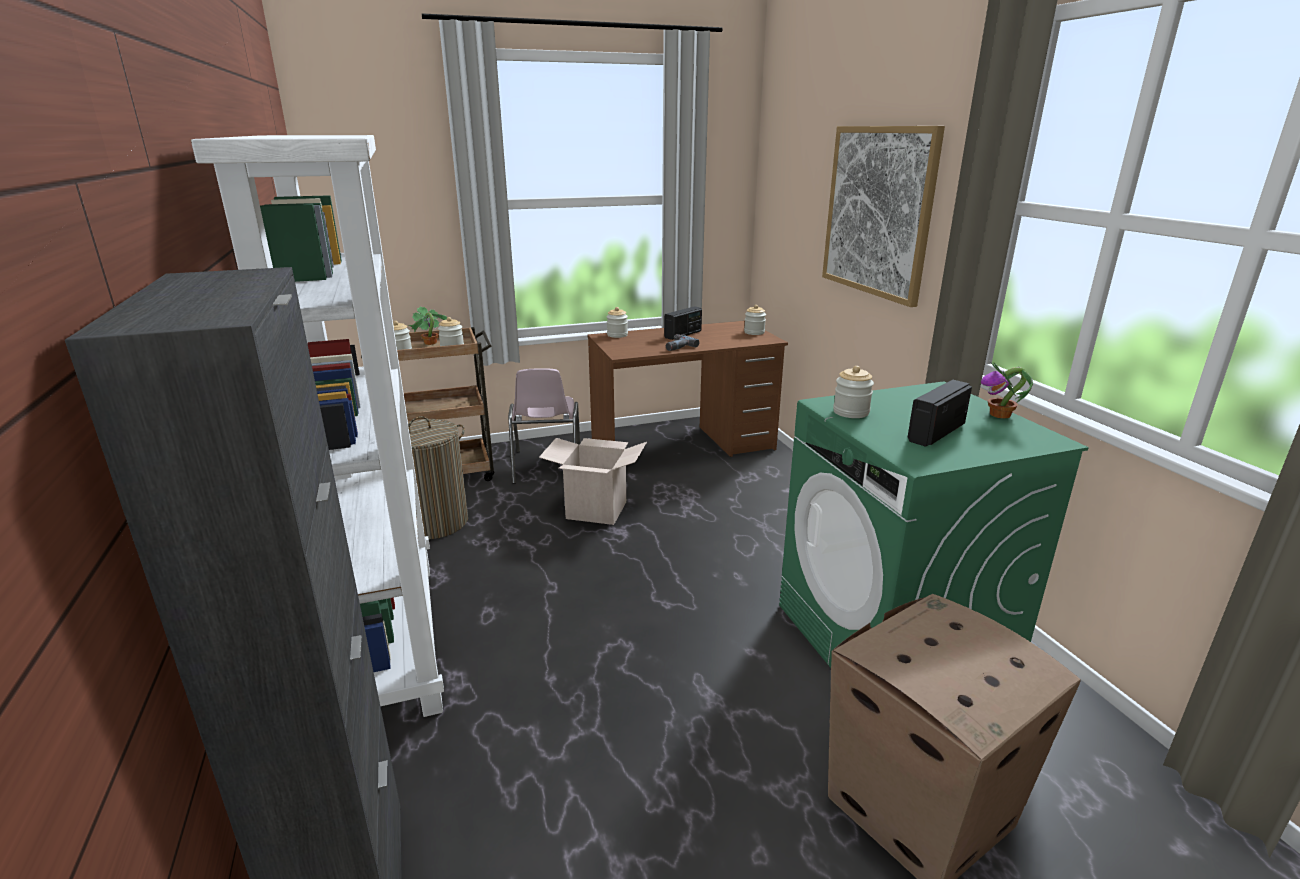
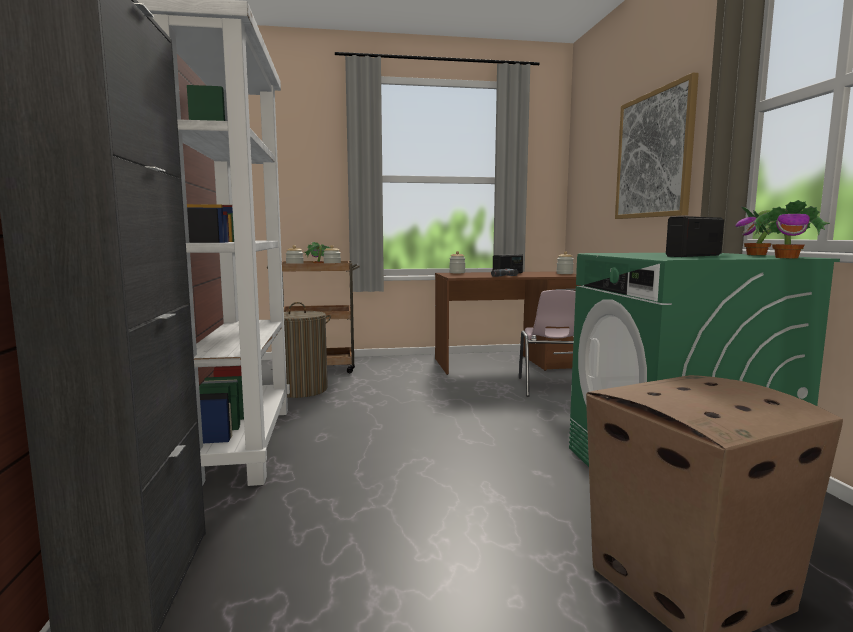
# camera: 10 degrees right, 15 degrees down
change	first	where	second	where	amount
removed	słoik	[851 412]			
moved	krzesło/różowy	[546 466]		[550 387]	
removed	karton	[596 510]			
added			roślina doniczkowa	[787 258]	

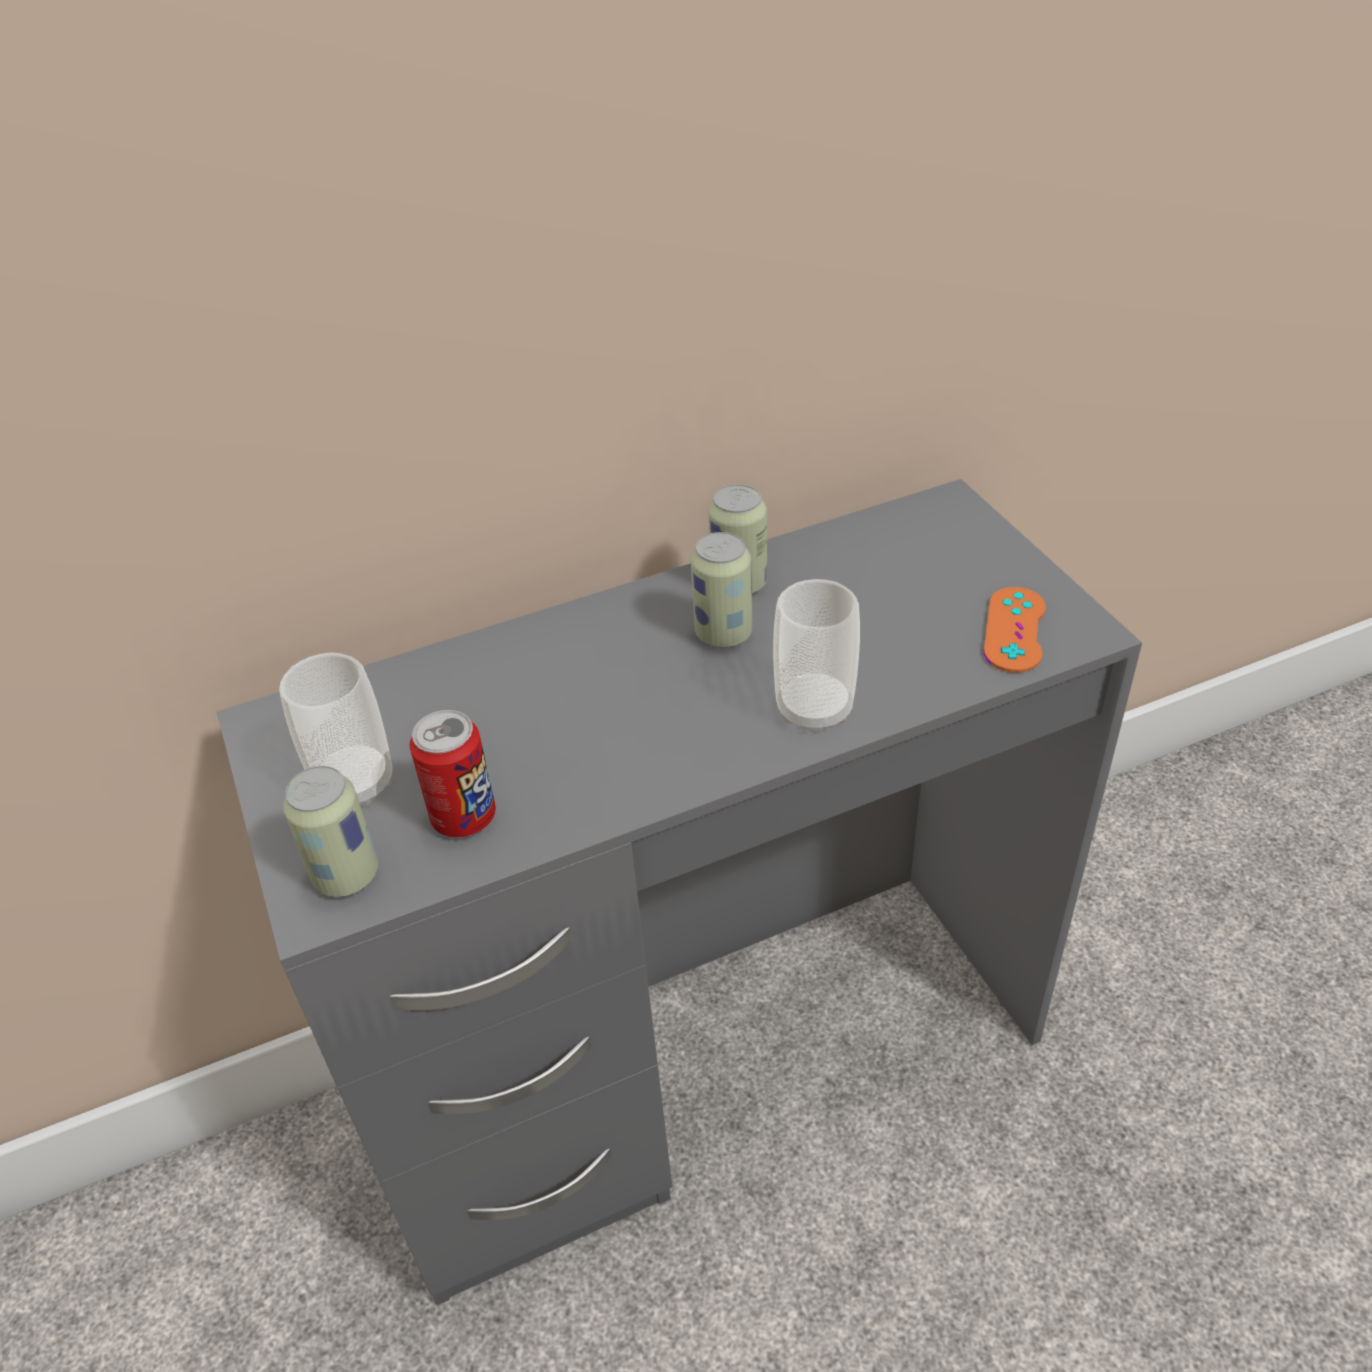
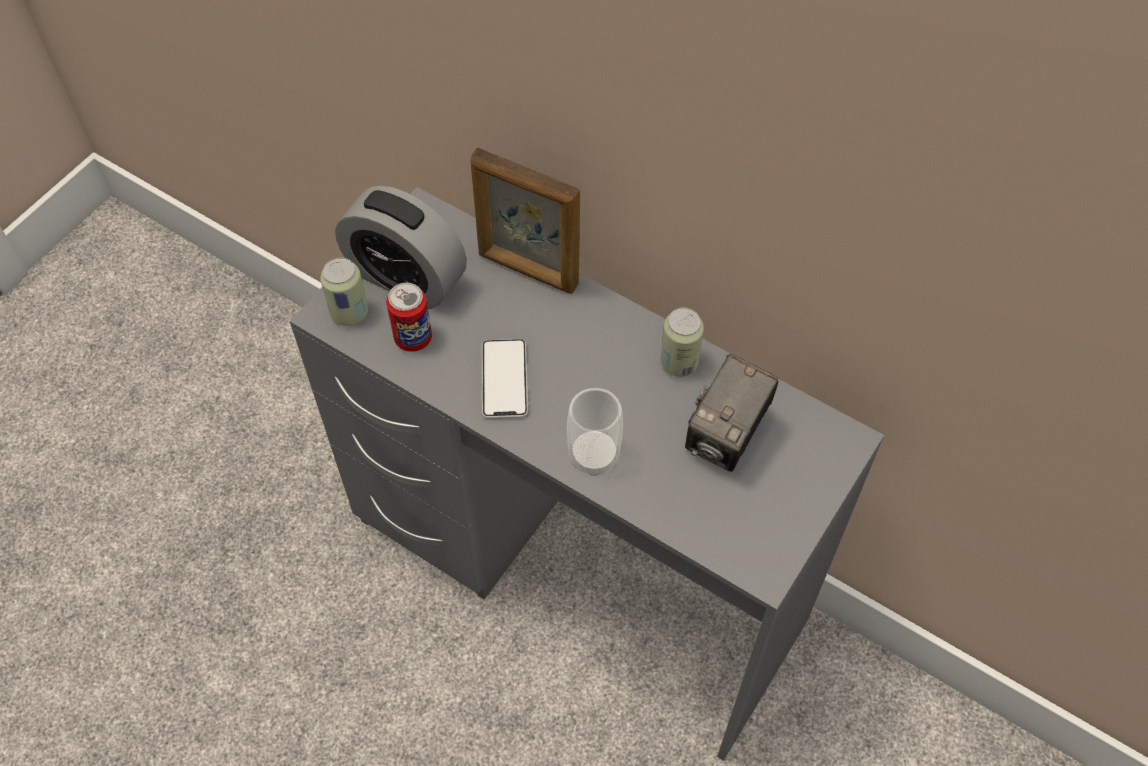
# camera: 55 degrees right, 15 degrees up
change	first	where	second	where	amount
removed	puszka	[723 633]			
removed	pad do gier/pomarańczowy	[1014 630]			
replaced	filiżanka	[355 783]	budzik	[406 278]	
added			ramka na zdjęcie	[527 270]	
added			telefon	[504 379]	
added			aparat fotograficzny	[726 436]	

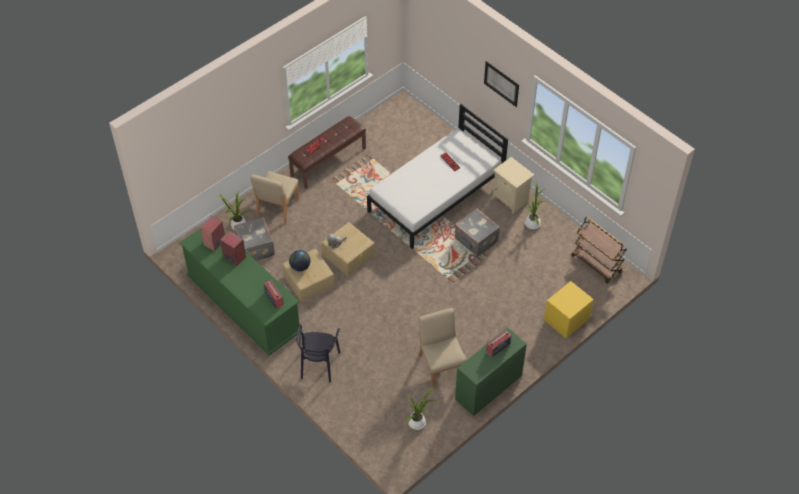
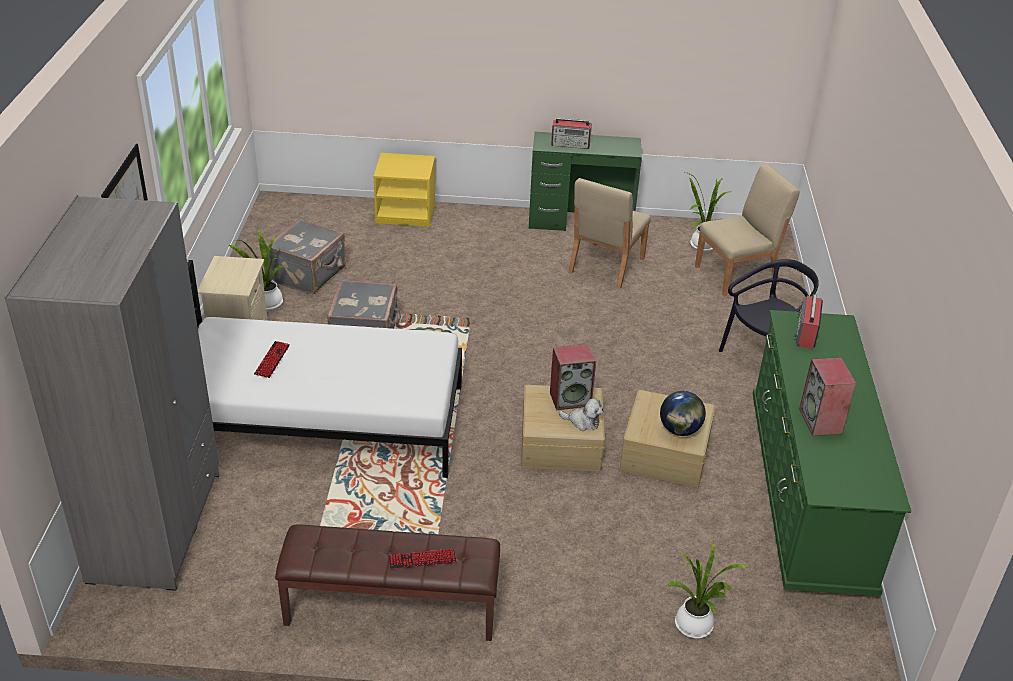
# camera: 135 degrees left, 15 degrees down
change	first	where	second	where	amount
moved	krzesło/beżowy	[277 207]		[737 275]	
moved	głośnik	[214 242]		[571 399]	
moved	walizka/szary	[255 248]		[309 274]	
removed	wózek/brązowy	[596 264]			
added			szafa/szary	[156 526]	

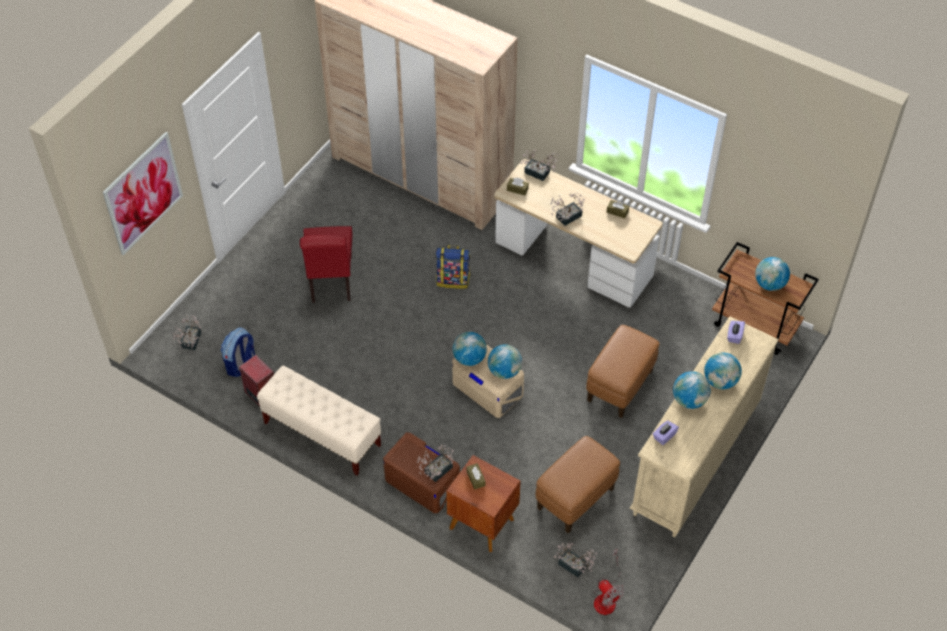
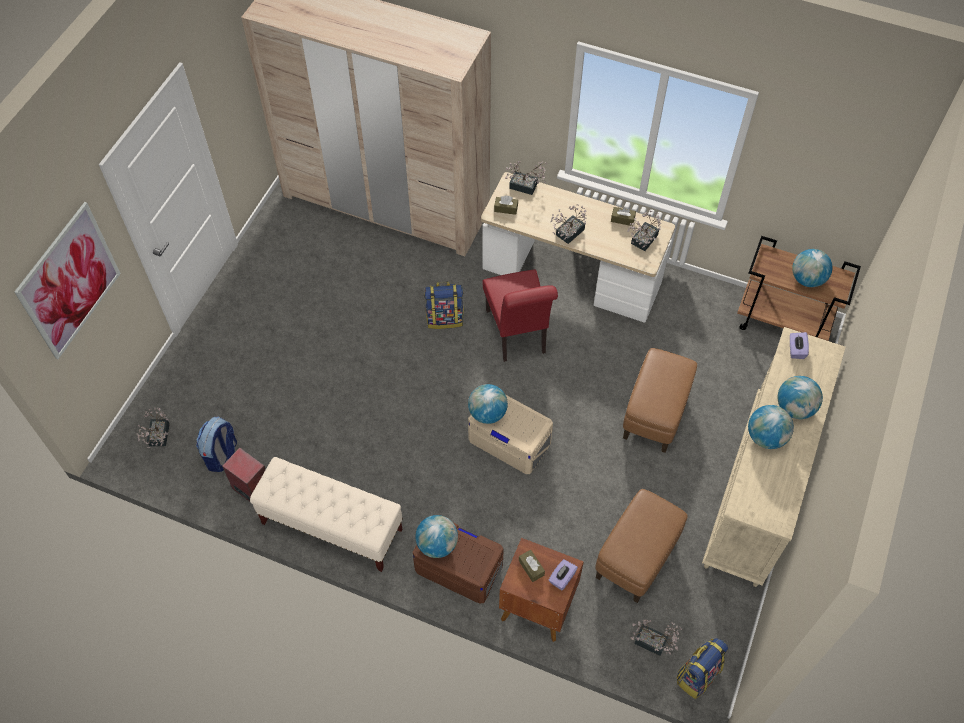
# camera: 10 degrees left, 5 degrees up
change	first	where	second	where	amount
moved	krzesło/czerwony	[331 282]		[517 335]	
moved	globus	[504 371]		[437 544]	
moved	pudełko chusteczek/fioletowy	[664 436]		[562 578]	
moved	roślina doniczkowa	[436 471]		[642 241]	
replaced	wentylator	[606 597]	plecak	[697 675]	

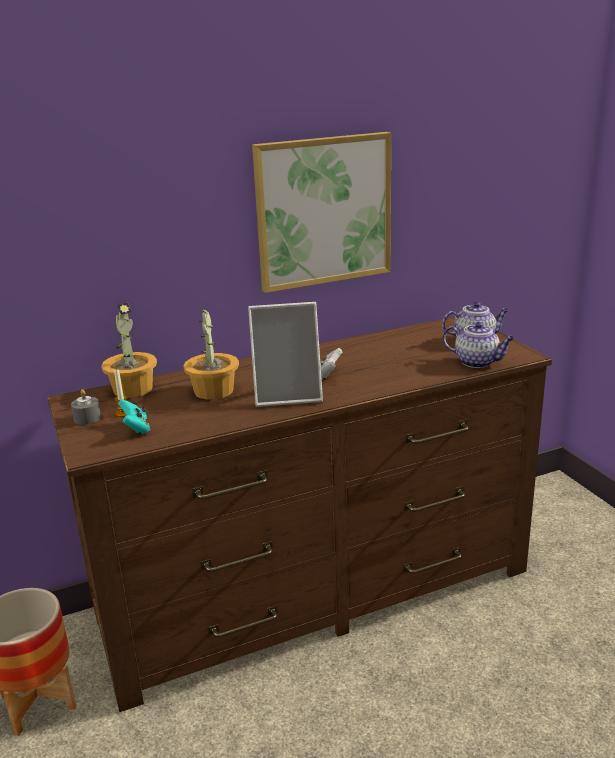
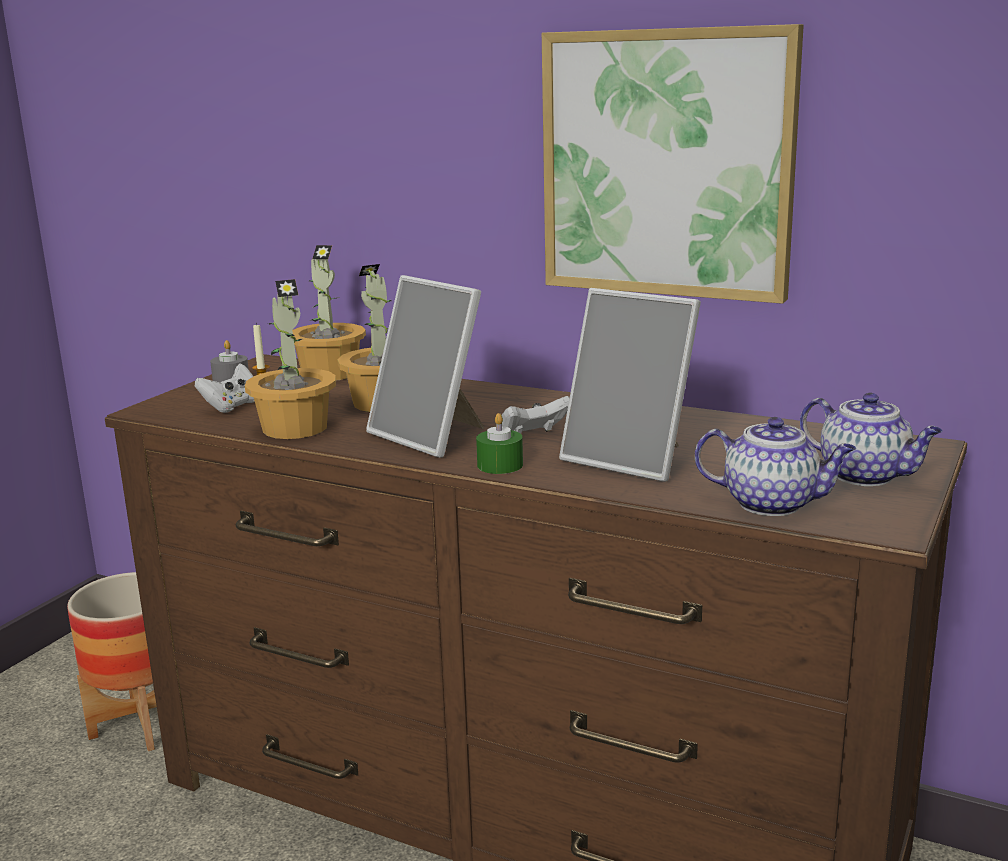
# camera: 50 degrees right, 5 degrees down
change	first	where	second	where	amount
turned	imbryk	[477 362]		[772 504]	60 degrees counterclockwise
recoloured	pad do gier/turkusowy	[136 428]	pad do gier/biały	[232 406]	
added			roślina doniczkowa	[295 427]	
added			ramka na zdjęcie	[632 459]	
added			świeca/zielony	[500 465]	

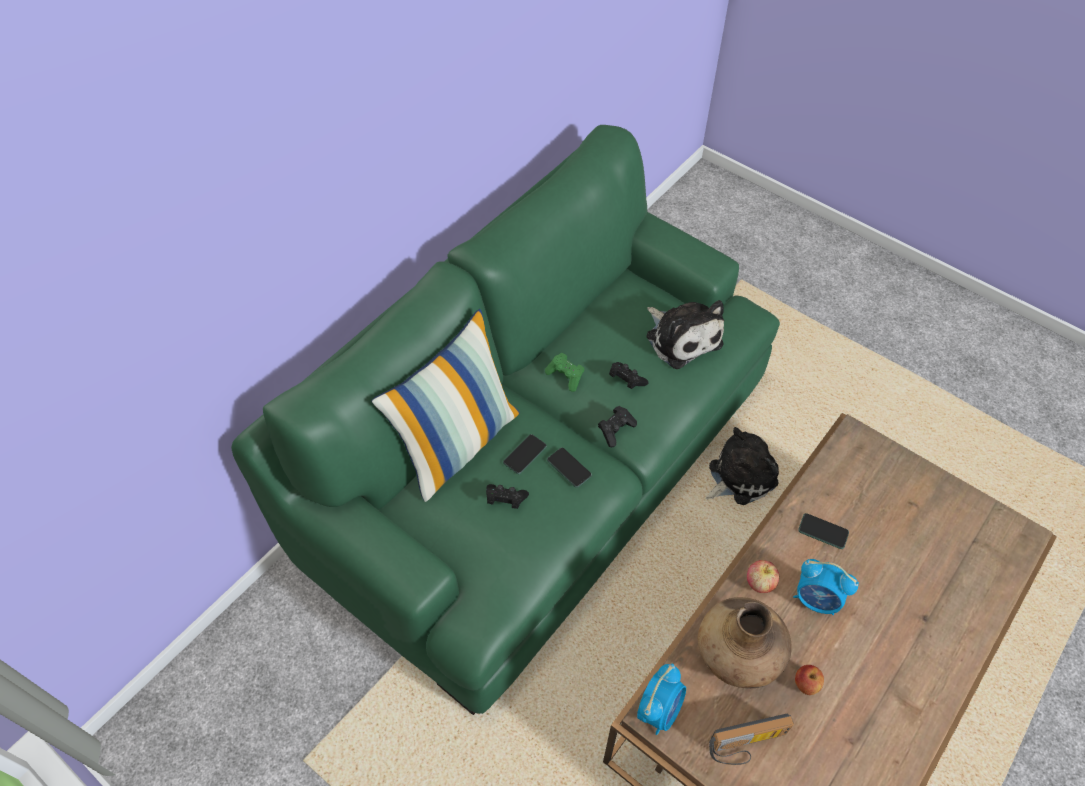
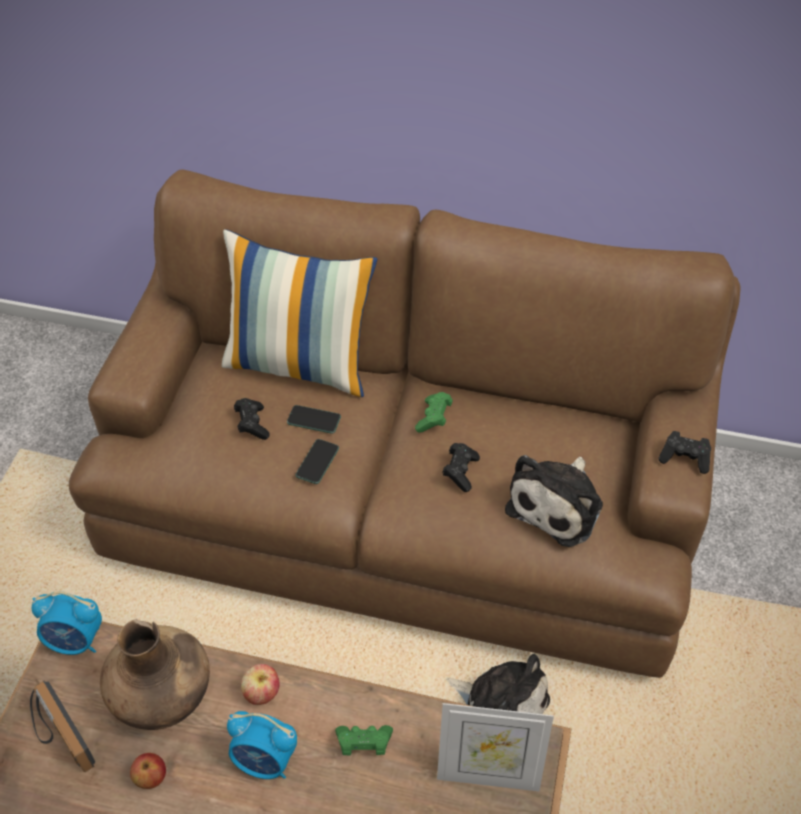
# camera: 65 degrees right, 5 degrees down
change	first	where	second	where	amount
recoloured	kanapa/zielony	[541 465]	kanapa/brązowy	[402 503]	
moved	pad do gier/czarny	[616 430]		[684 458]	
replaced	telefon	[823 531]	pad do gier/zielony	[363 744]	
turned	budzik	[816 599]		[265 761]	75 degrees counterclockwise
added			ramka na zdjęcie	[488 774]	

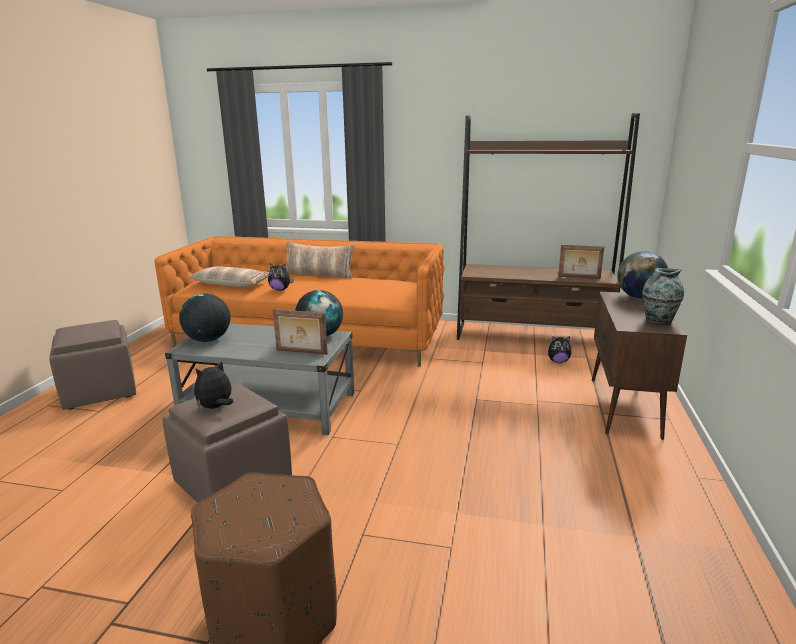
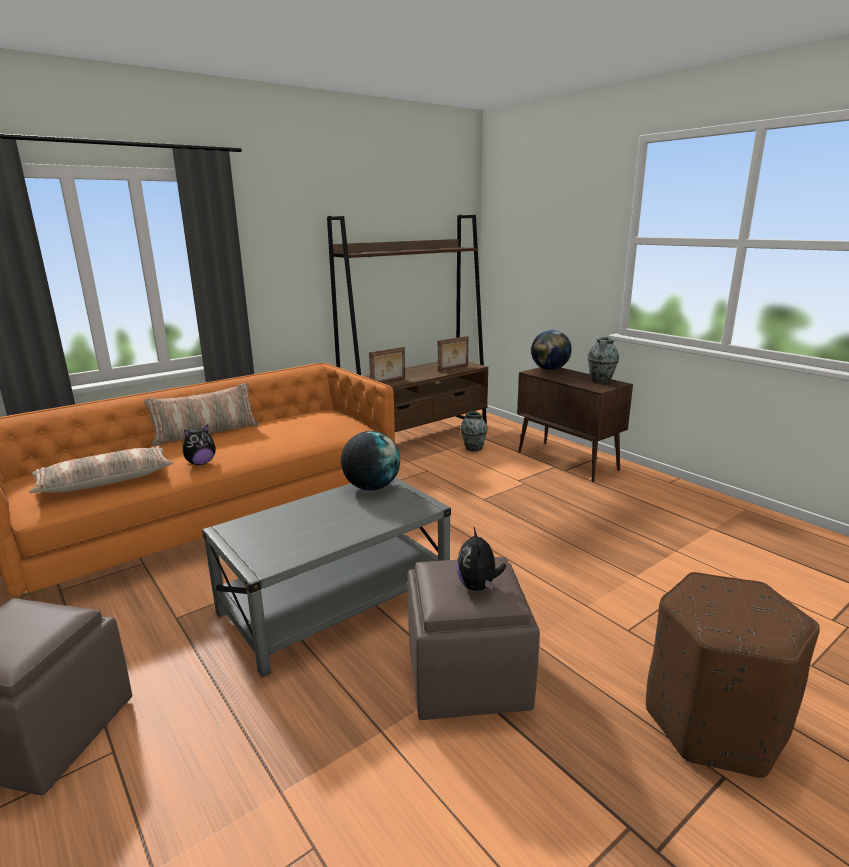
# camera: 50 degrees left, 0 degrees up
change	first	where	second	where	amount
removed	globus	[208 340]			
moved	ramka na zdjęcie	[301 352]		[388 382]	
replaced	pluszak	[558 361]	wazon	[473 448]	

